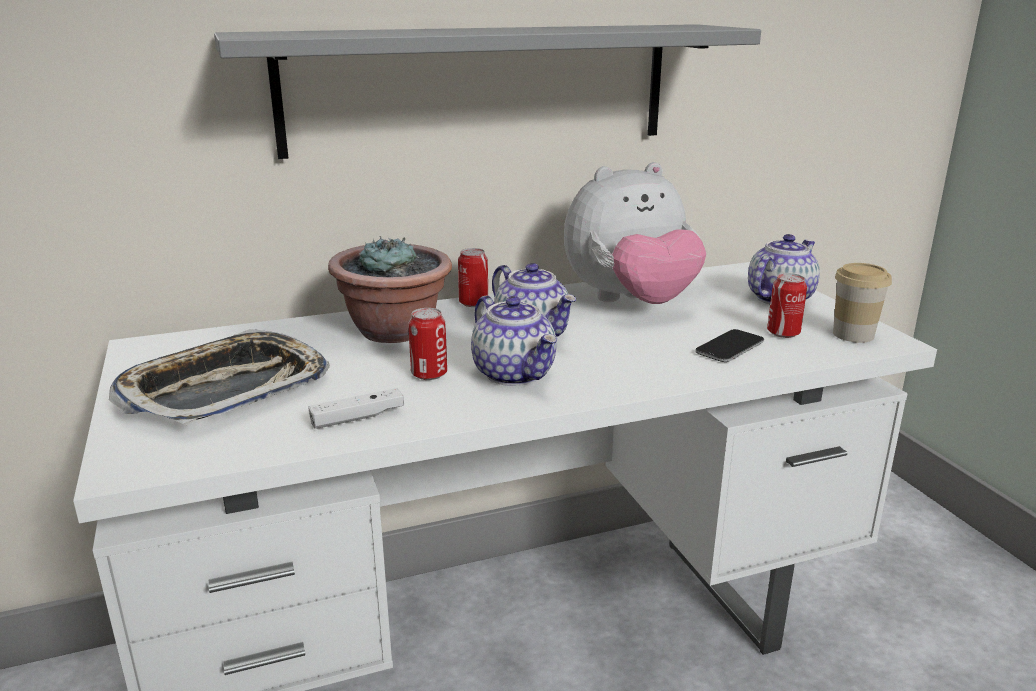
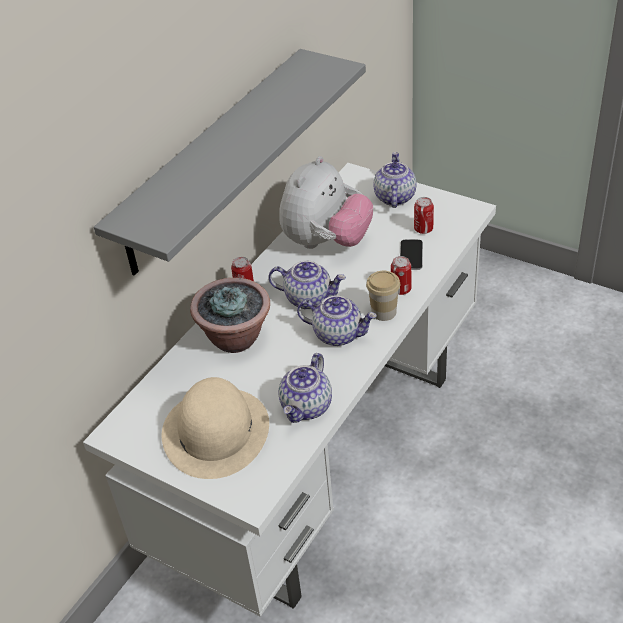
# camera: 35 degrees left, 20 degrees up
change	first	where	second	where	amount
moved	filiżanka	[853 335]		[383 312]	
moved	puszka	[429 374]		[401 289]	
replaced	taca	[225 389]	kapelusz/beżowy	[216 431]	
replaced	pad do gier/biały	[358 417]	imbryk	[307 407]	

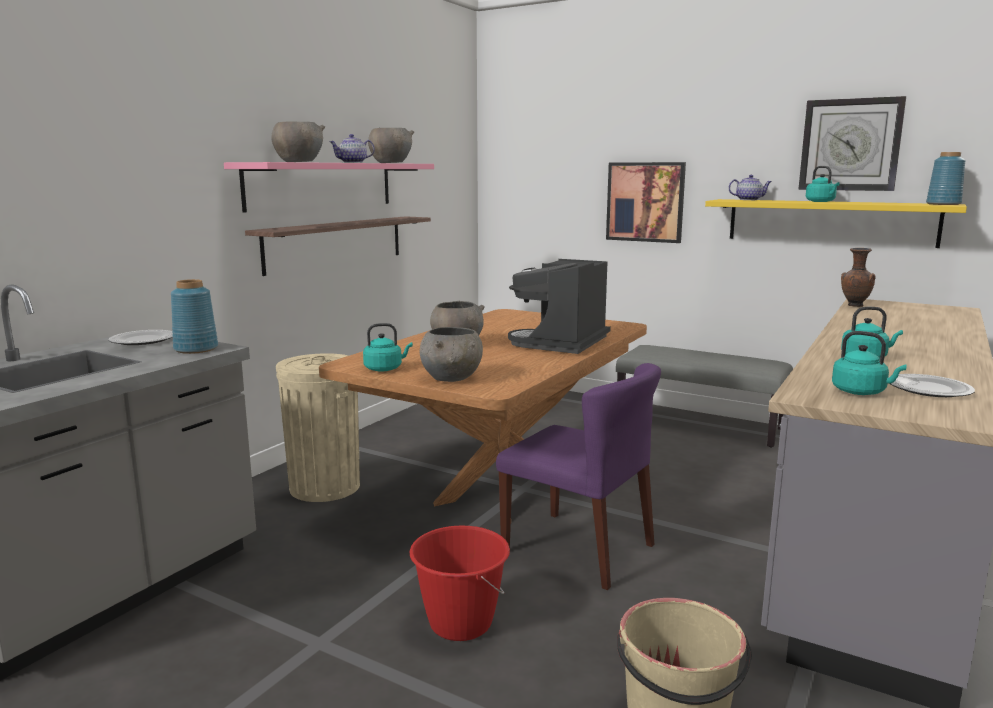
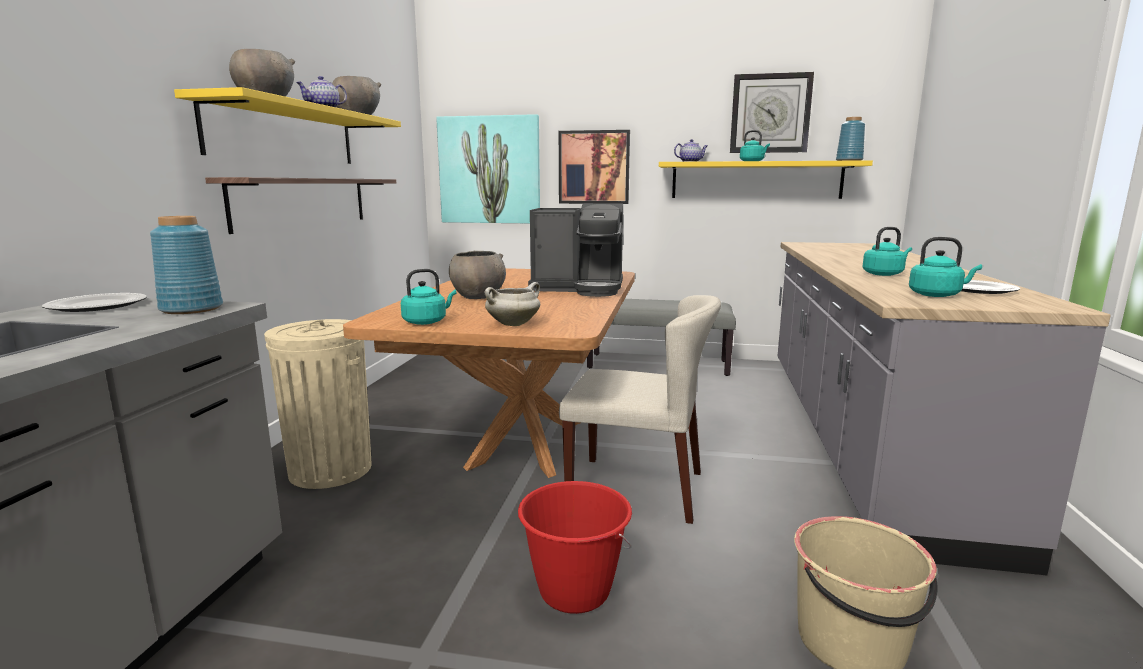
# camera: 20 degrees left, 0 degrees up
change	first	where	second	where	amount
recoloured	półka/różowy	[322 185]	półka/żółty	[285 134]	
removed	wazon/brązowy	[854 306]			
turned	ekspres do kawy	[562 343]		[580 289]	90 degrees counterclockwise
replaced	miska/szary	[452 378]	garnek/biały	[513 324]	
recoloured	krzesło/fioletowy	[579 548]	krzesło/beżowy	[637 488]	
added			obraz	[490 170]	

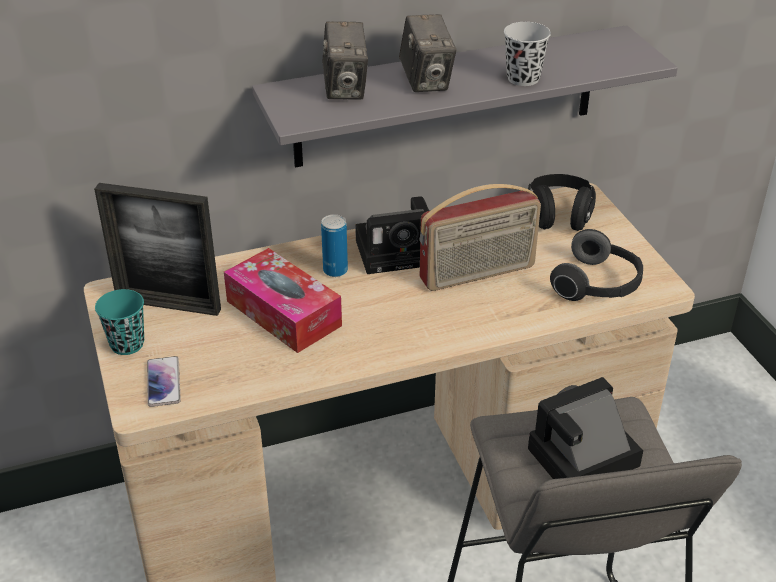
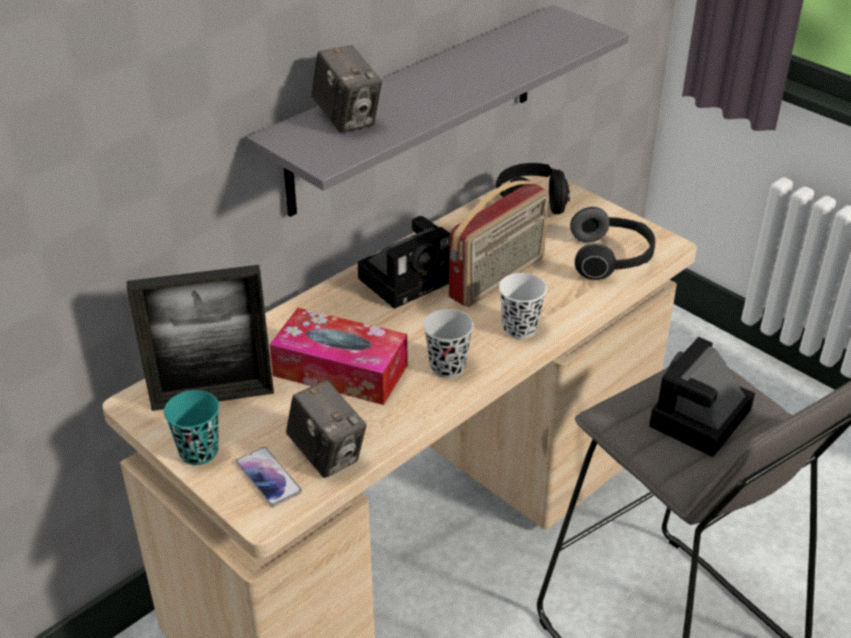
# camera: 25 degrees left, 0 degrees up
change	first	where	second	where	amount
moved	aparat fotograficzny	[426 82]		[327 454]	
moved	filiżanka/czarny	[523 78]		[447 367]	
removed	puszka	[335 270]			
added			filiżanka/biały	[520 329]	

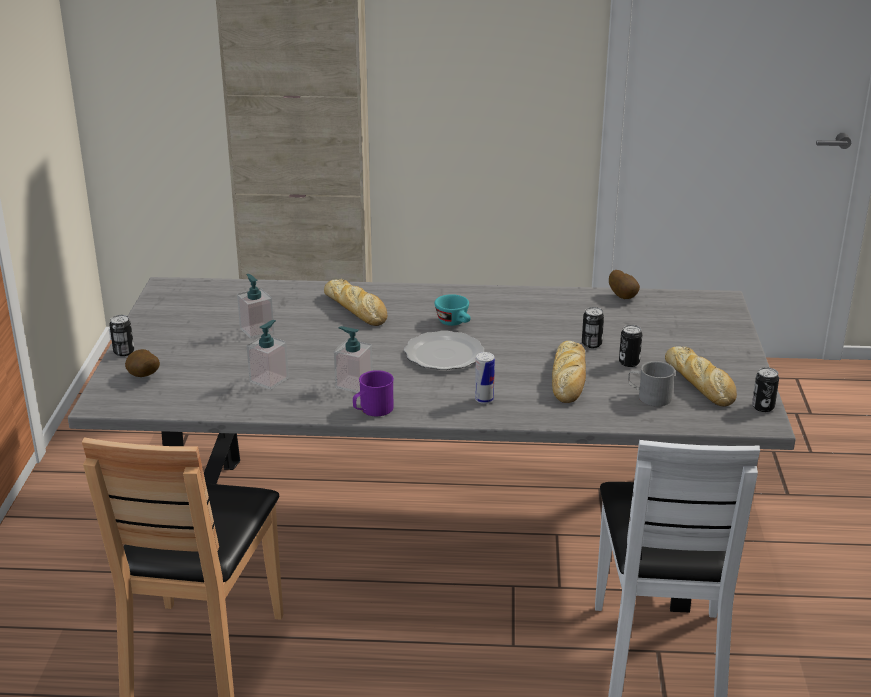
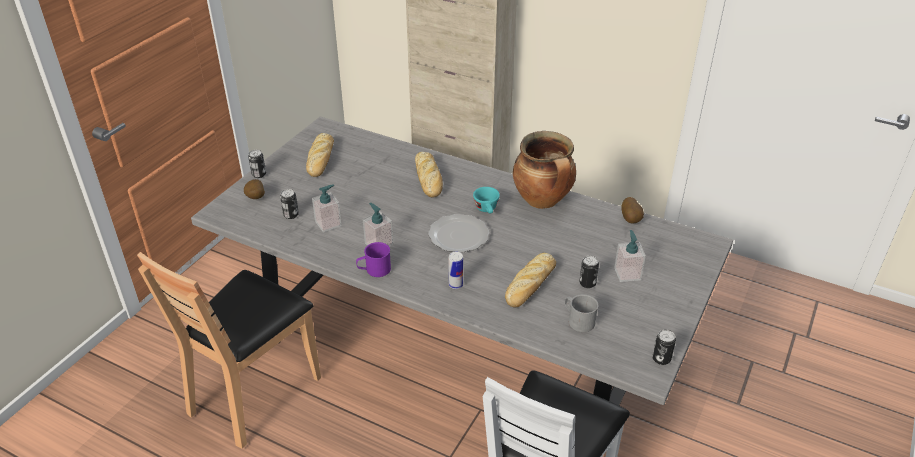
# camera: 25 degrees right, 10 degrees up
change	first	where	second	where	amount
moved	dozownik mydła	[257 330]		[627 274]	
moved	puszka	[591 344]		[291 215]	
moved	chleb	[700 383]		[321 159]	
added			garnek	[543 201]	

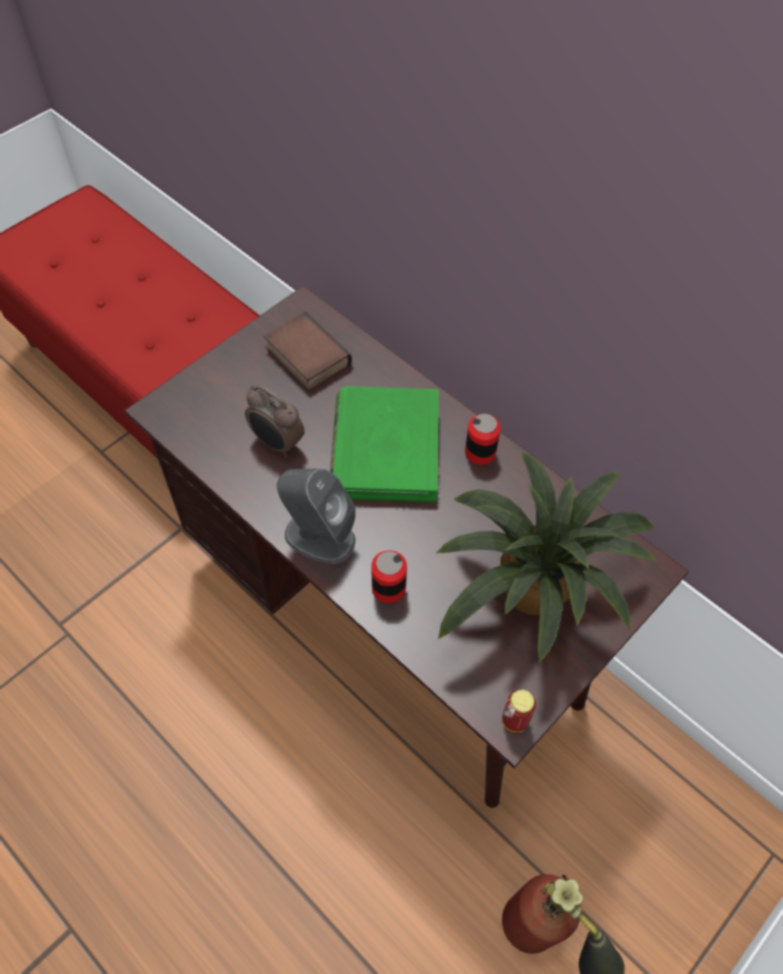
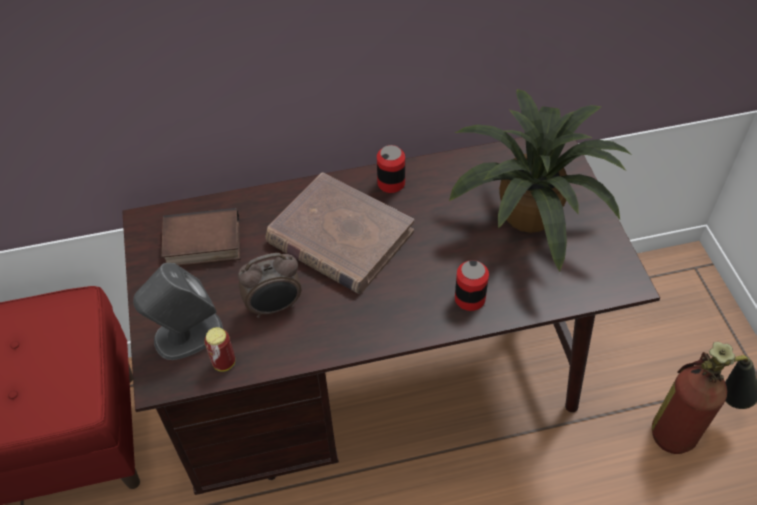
# camera: 55 degrees left, 5 degrees down
change	first	where	second	where	amount
recoloured	książka/zielony	[385 448]	książka/brązowy	[339 237]	
moved	głośnik/szary	[319 536]		[187 334]	
moved	puszka	[515 720]		[224 363]	

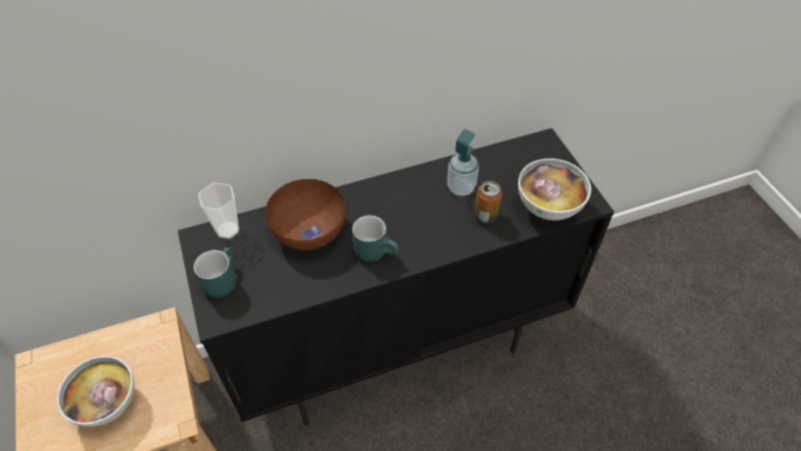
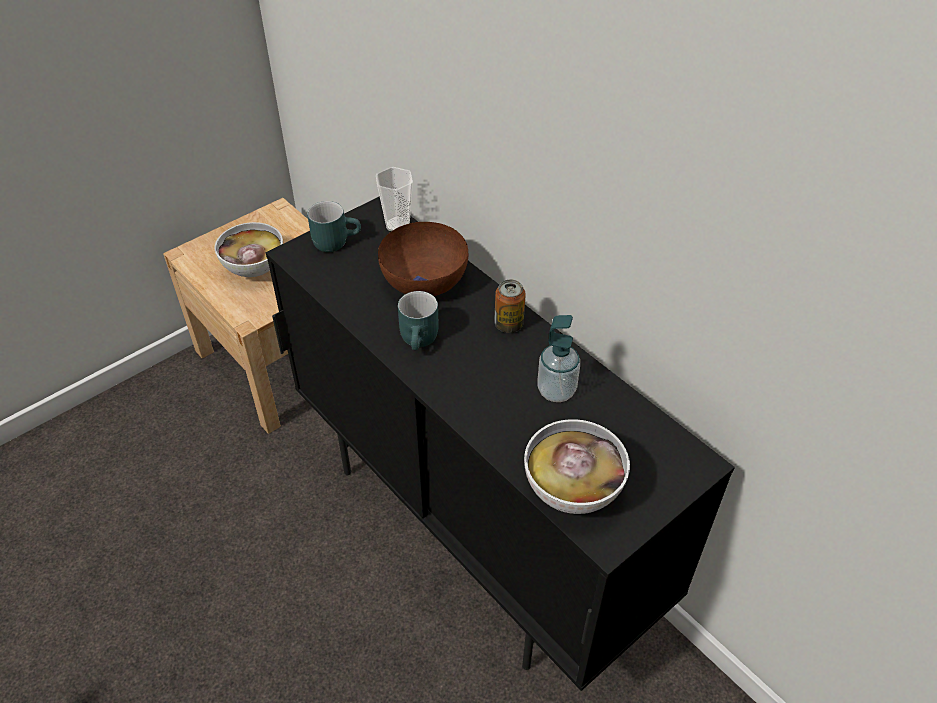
# camera: 70 degrees right, 5 degrees down
change	first	where	second	where	amount
moved	puszka	[485 215]		[508 325]	

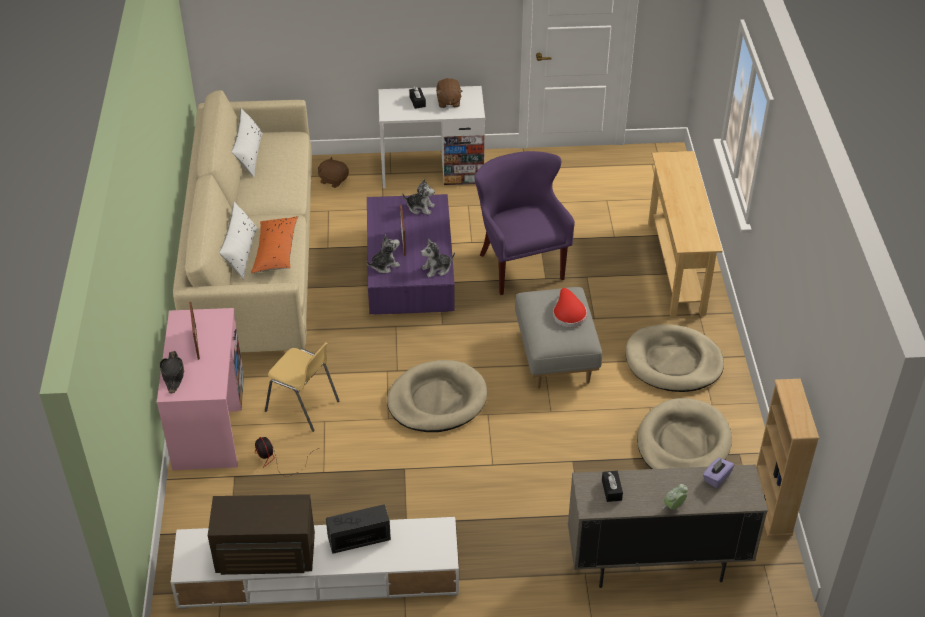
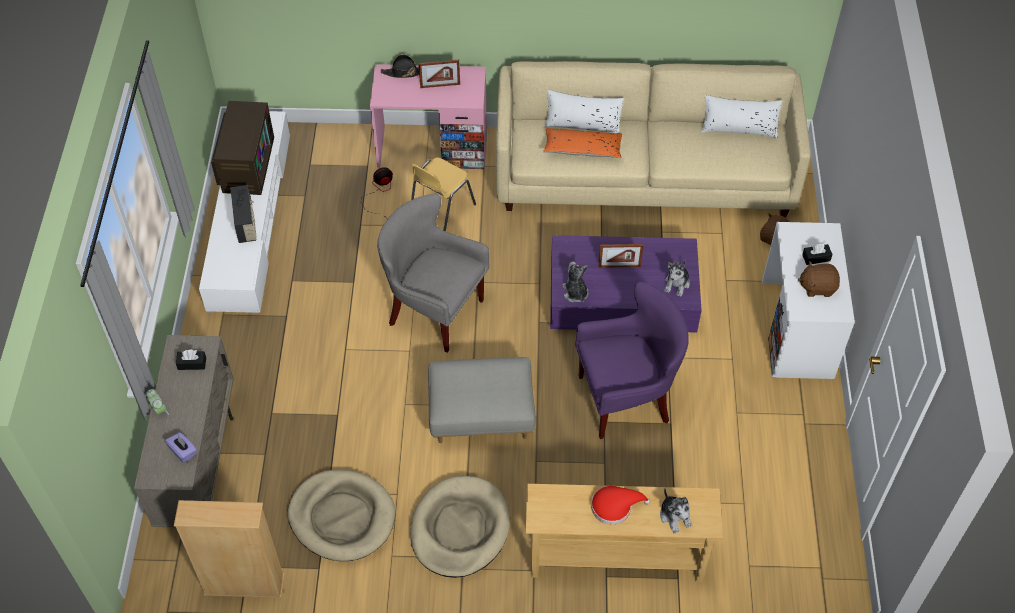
# camera: 95 degrees right, 10 degrees up
change	first	where	second	where	amount
moved	pluszak	[384 265]		[675 516]	
moved	kapelusz/czerwony	[568 314]		[615 506]	
replaced	legowisko/beżowy	[437 400]	fotel/szary	[434 311]	

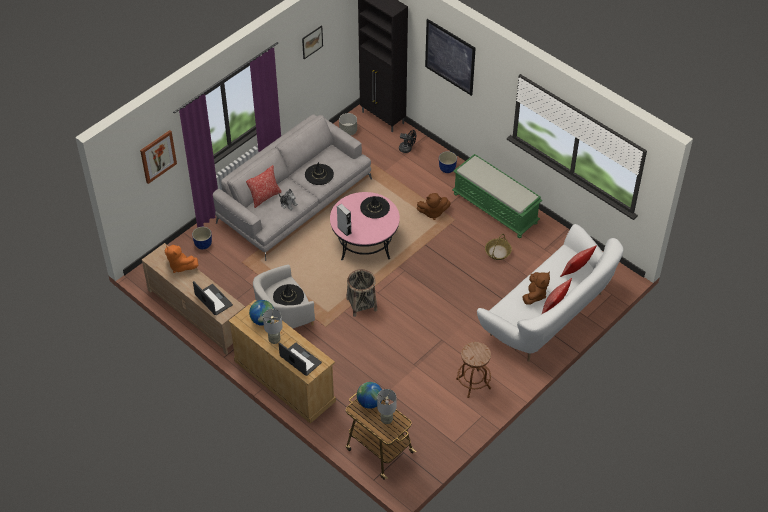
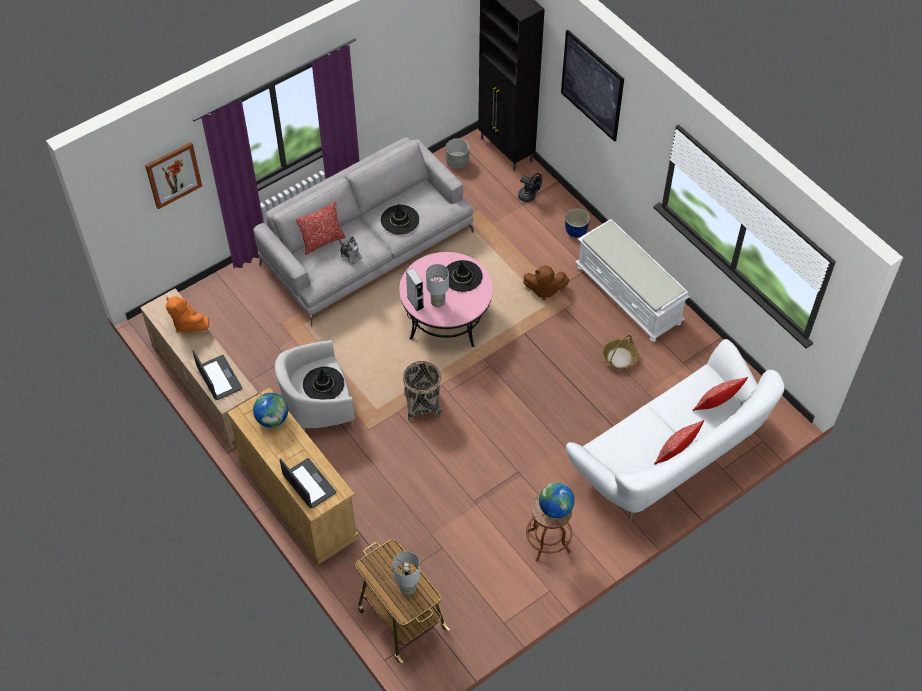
# camera: 10 degrees right, 5 degrees up
change	first	where	second	where	amount
removed	obraz	[312 42]			
recoloured	ławka/zielony	[496 208]	ławka/biały	[629 295]	
removed	donica	[203 244]			
removed	pluszak/brązowy	[534 295]			
moved	lampa stołowa/szary	[274 340]		[438 302]	
moved	globus	[369 402]		[555 509]	

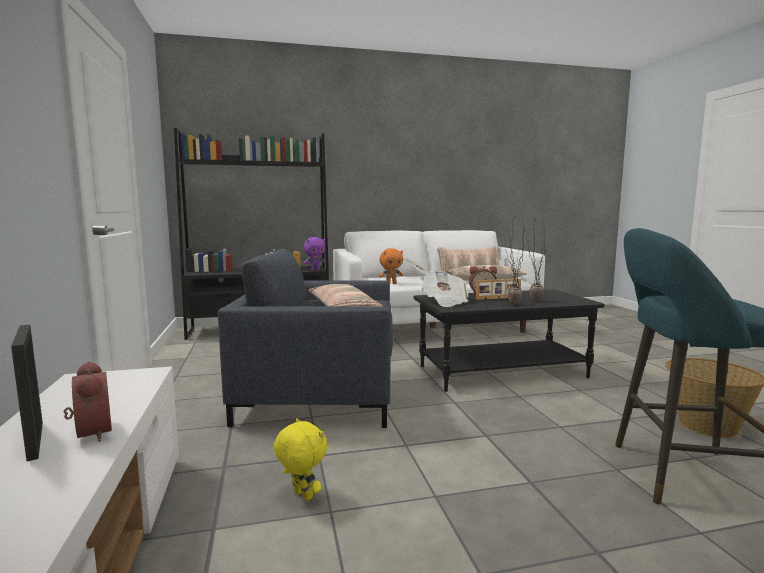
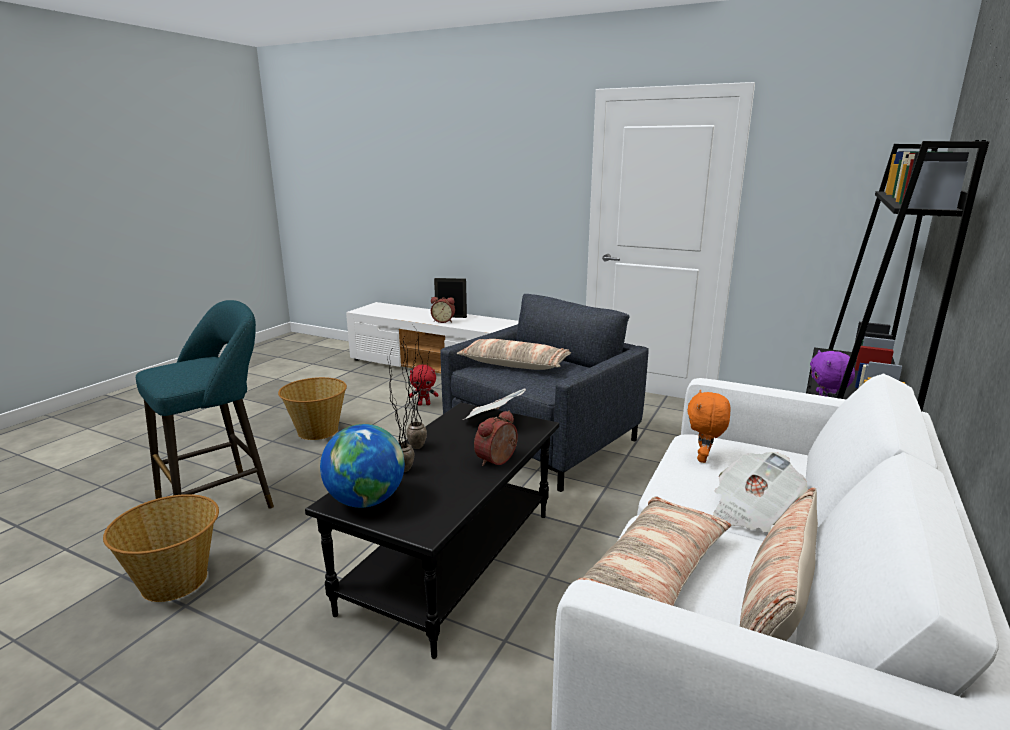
# camera: 130 degrees right, 10 degrees up
change	first	where	second	where	amount
removed	ramka na zdjęcie	[498 298]			
recoloured	pluszak/żółty	[301 496]	pluszak/czerwony	[424 404]	
added			koszyk	[317 431]	
added			globus	[366 501]	

